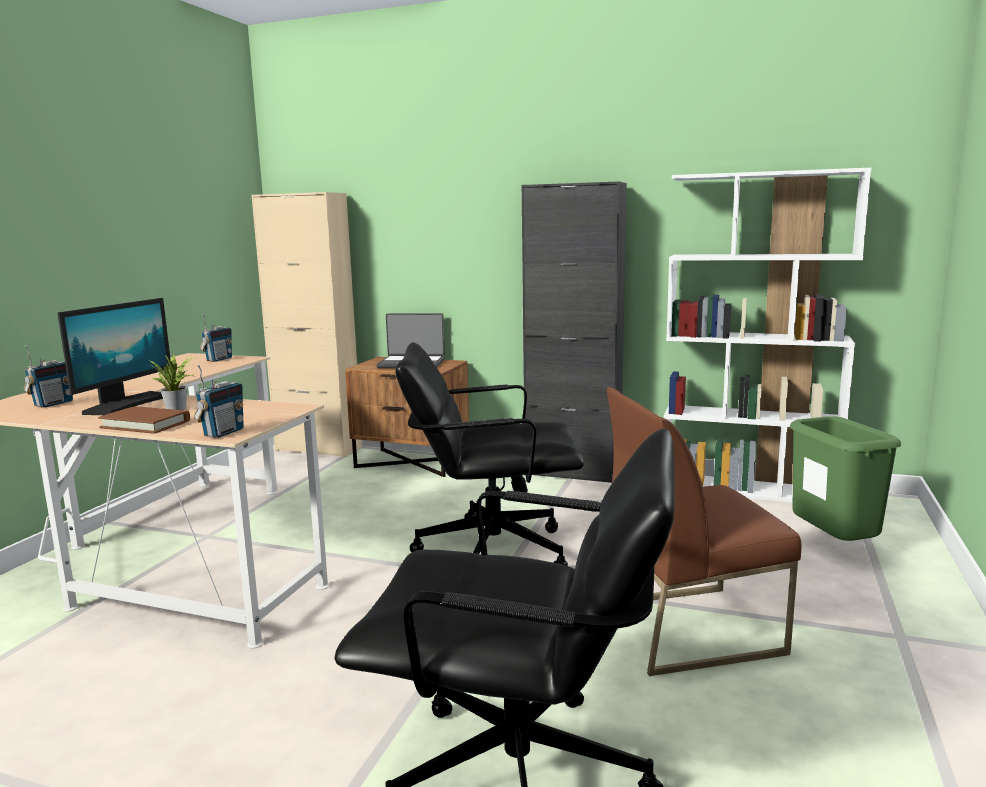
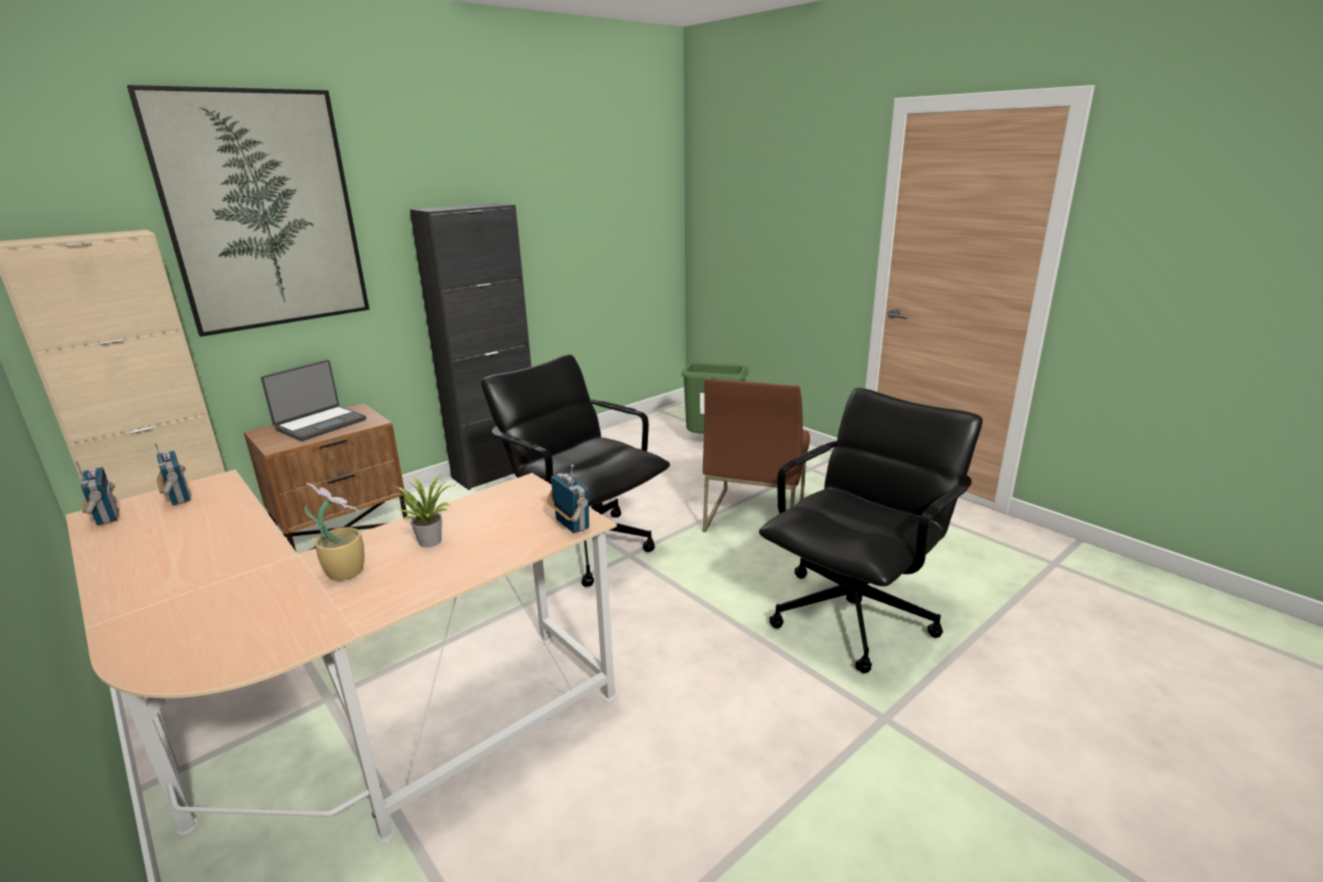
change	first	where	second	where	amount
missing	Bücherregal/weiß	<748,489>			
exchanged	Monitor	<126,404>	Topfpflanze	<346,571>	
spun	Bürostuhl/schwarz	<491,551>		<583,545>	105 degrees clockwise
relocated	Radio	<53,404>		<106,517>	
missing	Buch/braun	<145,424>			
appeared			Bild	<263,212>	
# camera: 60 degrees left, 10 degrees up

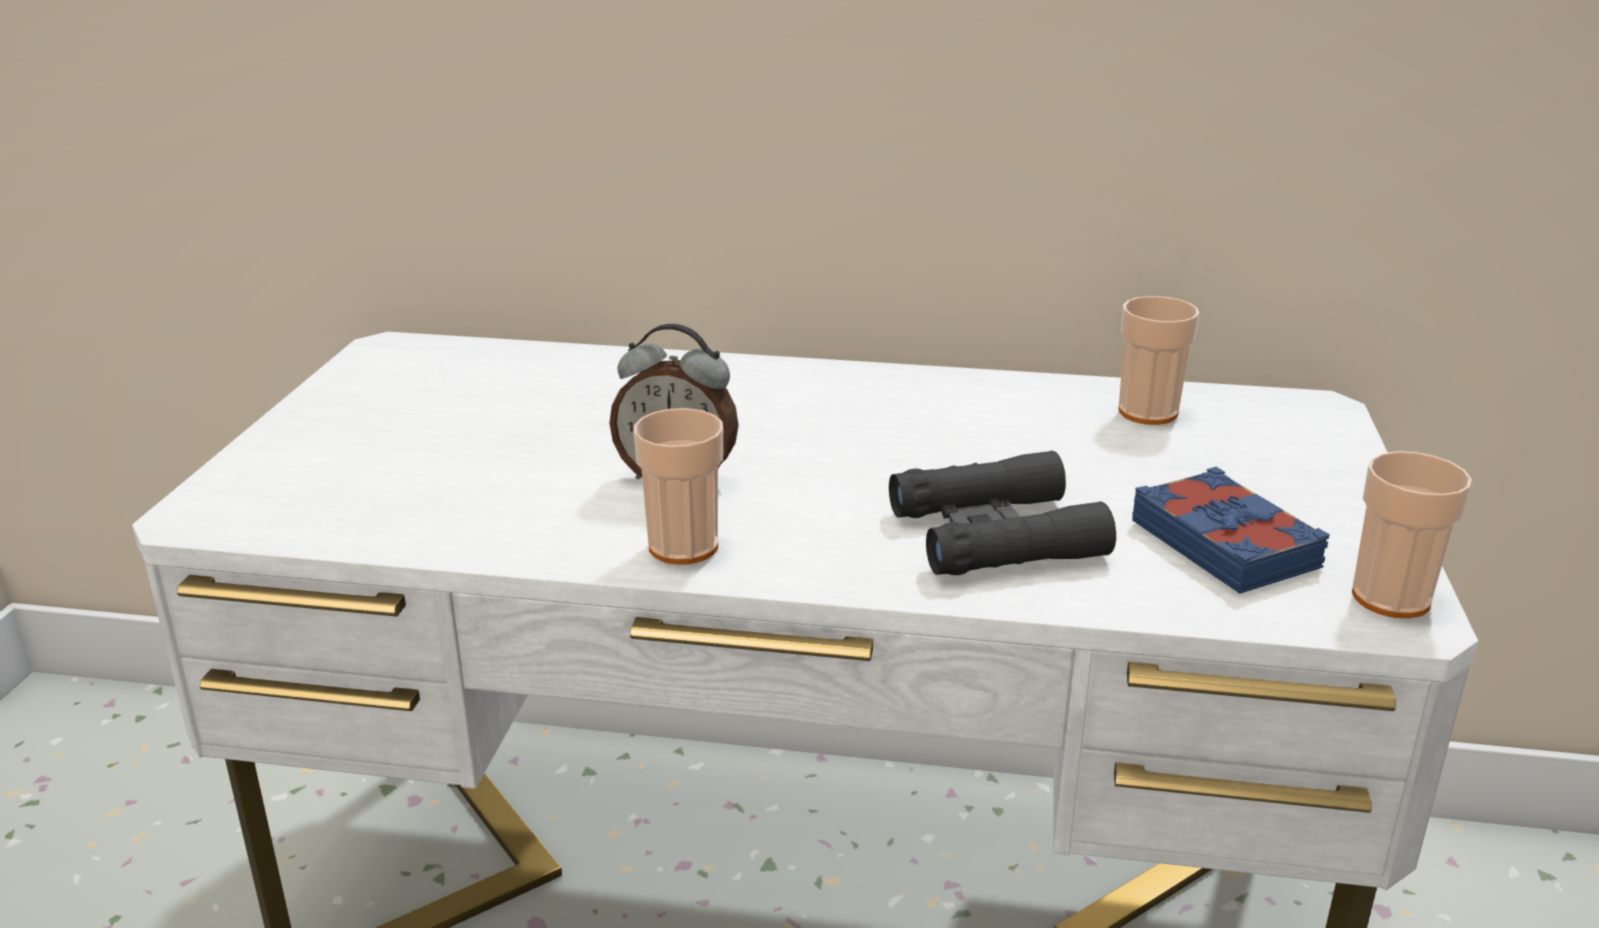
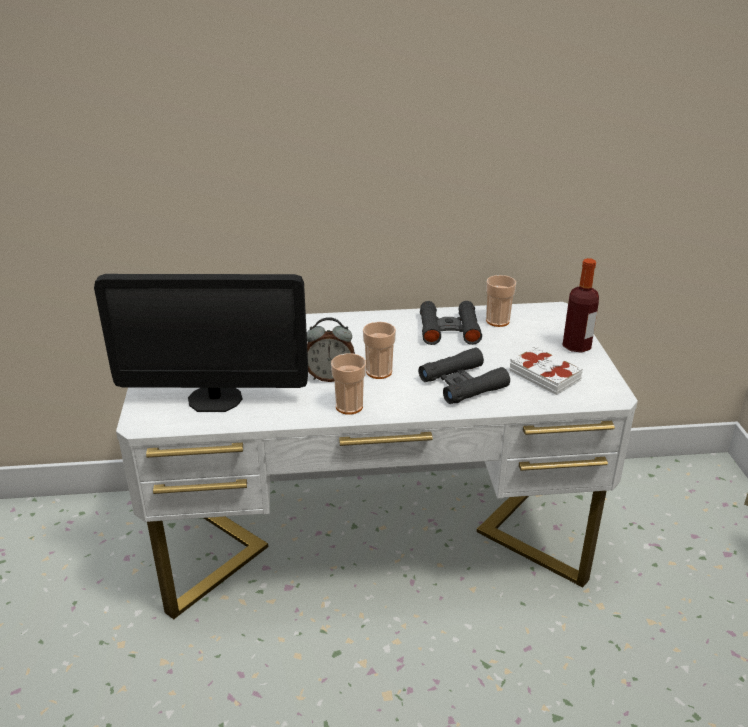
change	first	where	second	where	amount
relocated	Tasse	<1391,598>		<379,372>	
colour	Buch/blau	<1226,543>	Buch/weiß	<545,375>	
appeared			Flasche	<576,346>	
appeared			Monitor	<215,399>	
appeared			Fernglas/schwarz	<449,329>	
# camera: 15 degrees left, 5 degrees up

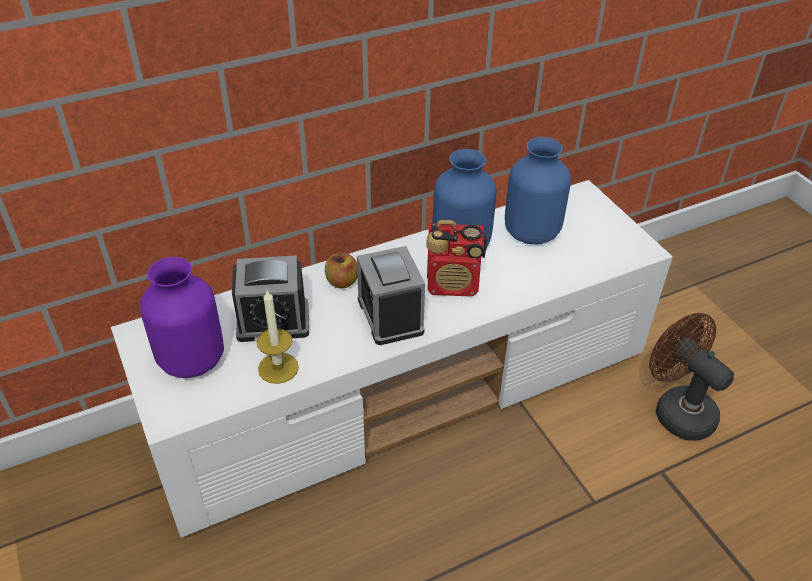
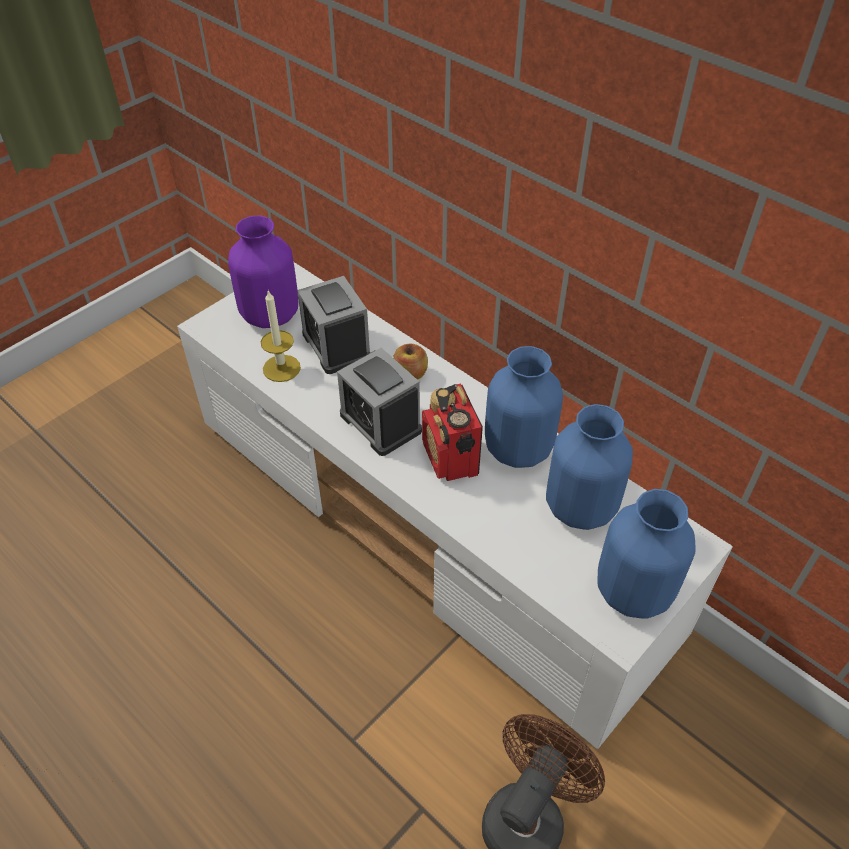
change	first	where	second	where	amount
spun	Wecker	<390,316>		<380,422>	90 degrees counterclockwise
appeared			Vase/blau	<634,591>	
# camera: 70 degrees right, 5 degrees up

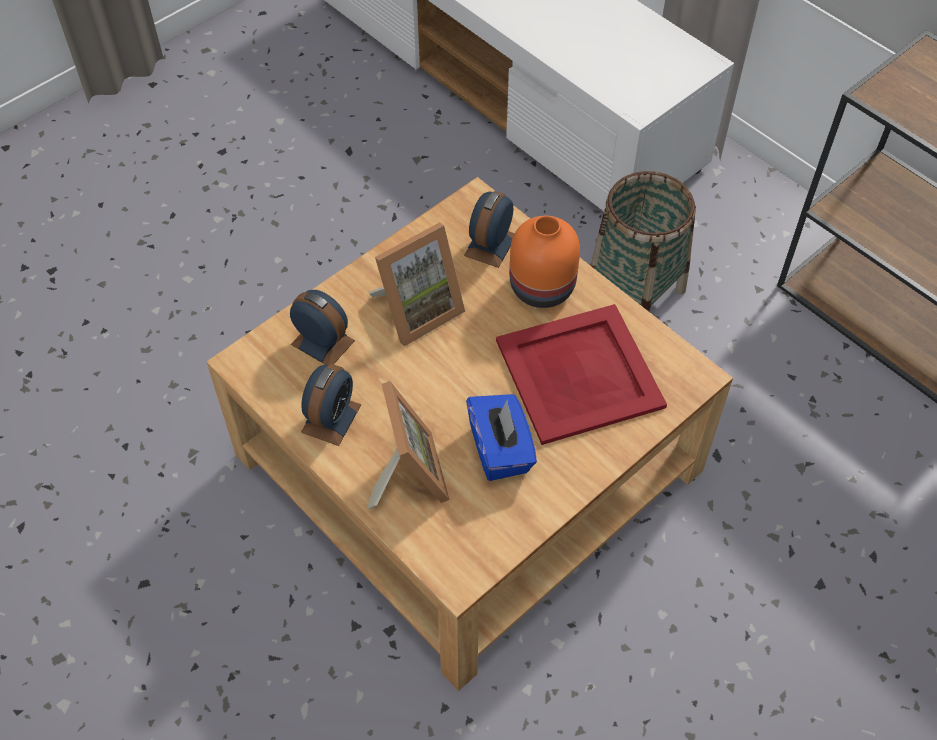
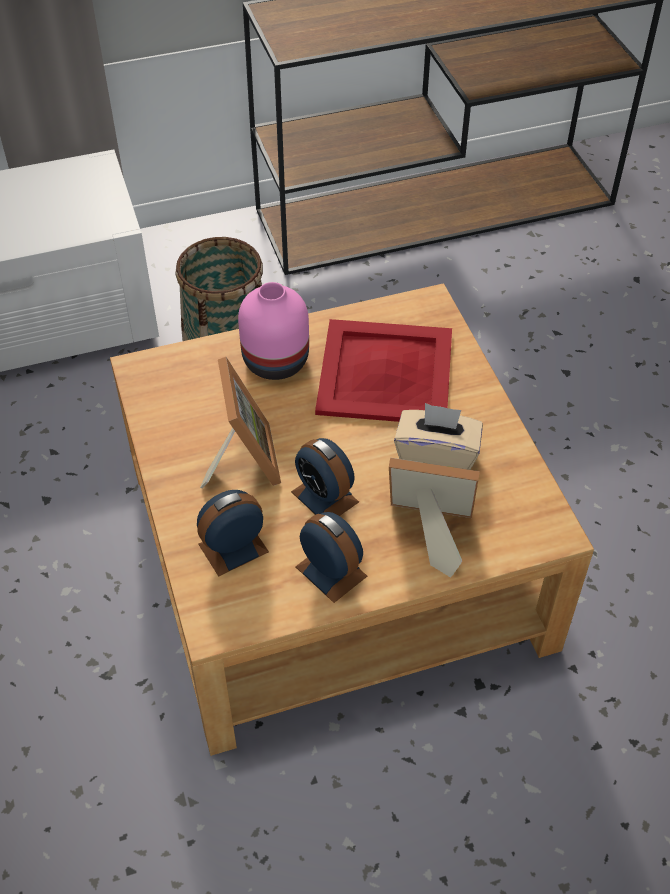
change	first	where	second	where	amount
relocated	Wecker	<490,245>		<325,497>	
colour	Vase/orange	<541,289>	Vase/rosa	<277,362>	
colour	Taschentuchbox/blau	<500,450>	Taschentuchbox/beige	<436,455>	
# camera: 65 degrees left, 5 degrees down

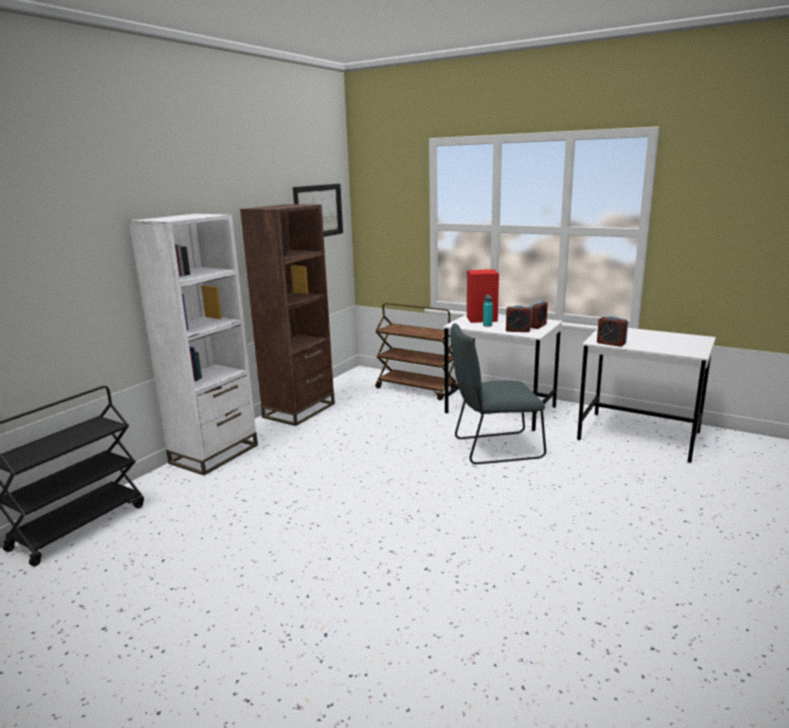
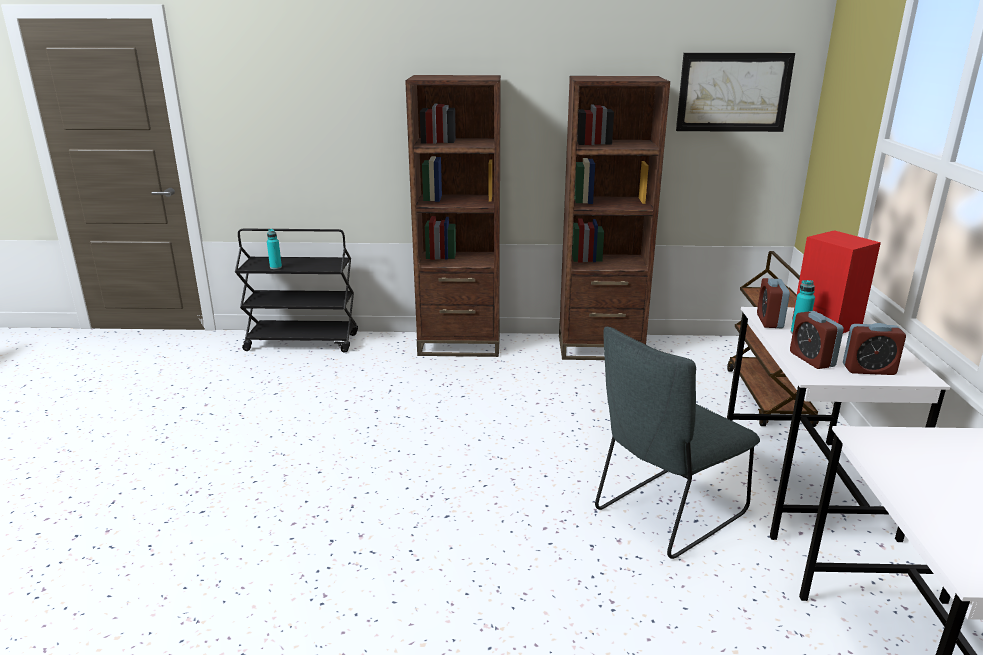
change	first	where	second	where	amount
colour	Bücherregal/weiß	<214,454>	Bücherregal/braun	<459,344>	
relocated	Wecker	<611,343>		<769,321>	
spun	Stuhl/grau	<493,448>		<665,514>	90 degrees counterclockwise
appeared			Flasche/türkis	<275,267>	
# camera: 60 degrees right, 5 degrees up

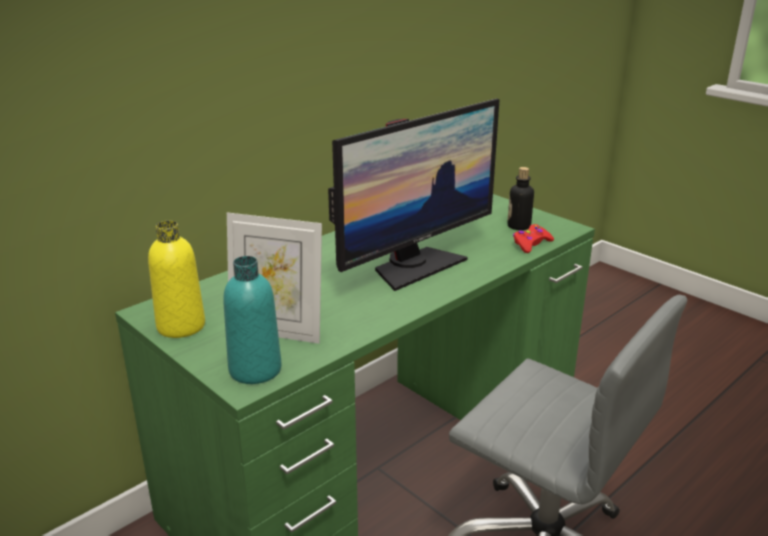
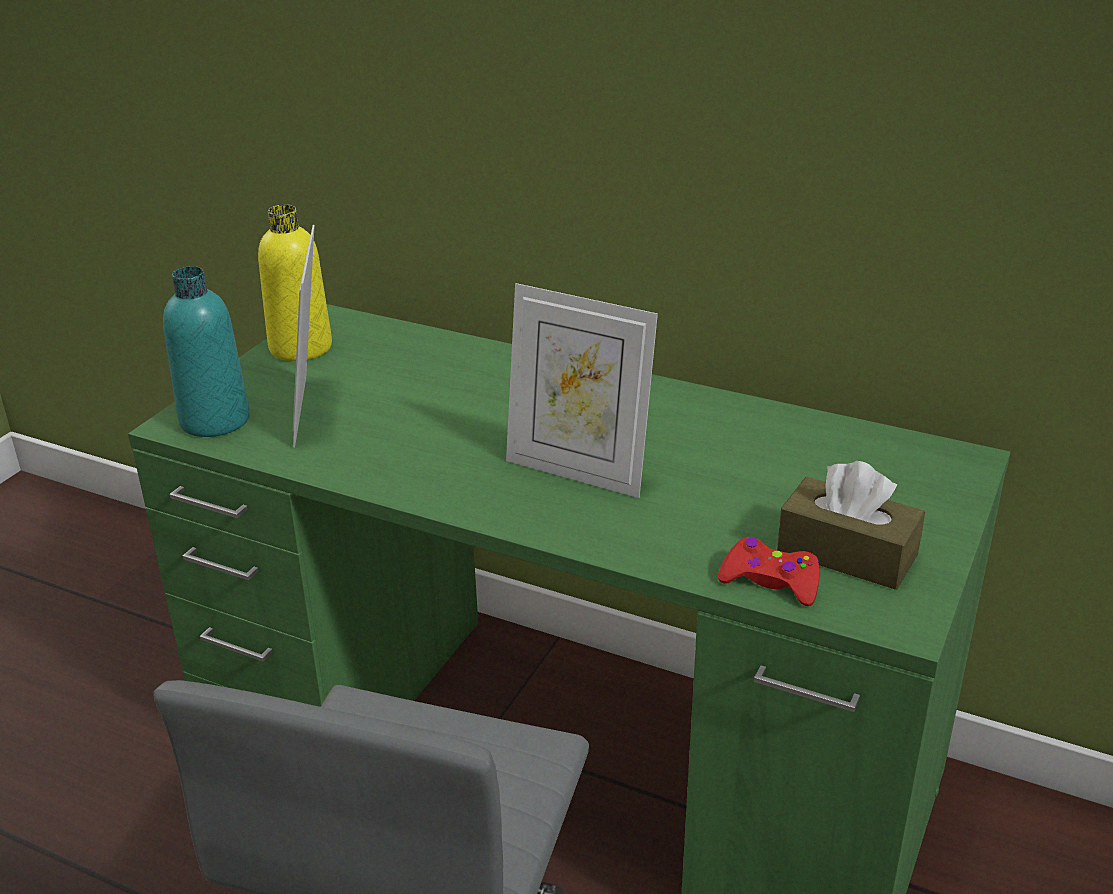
change	first	where	second	where	amount
exchanged	Monitor	<414,266>	Bilderrahmen	<578,471>	
exchanged	Flasche	<518,226>	Taschentuchbox/braun	<847,553>	
# camera: 70 degrees right, 5 degrees up

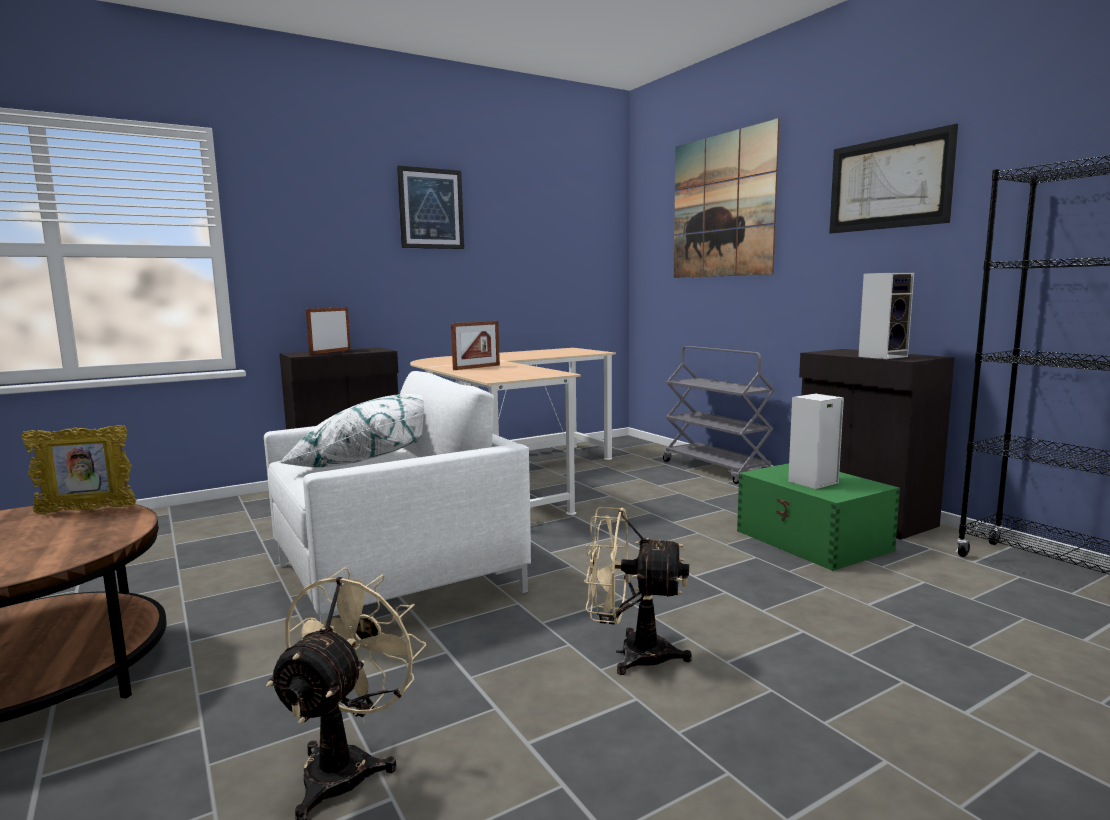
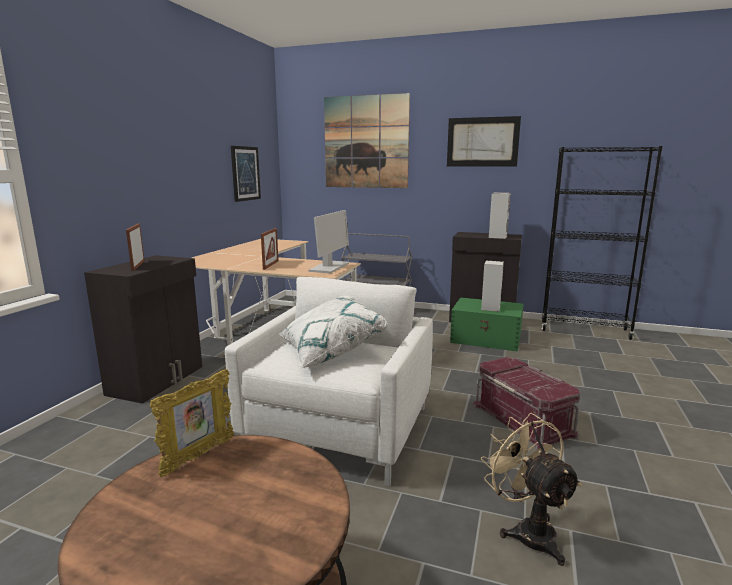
change	first	where	second	where	amount
relocated	Bild	<431,209>		<245,173>	
exchanged	Ventilator/beige	<631,654>	Aufbewahrungsbox/rot	<523,419>	
appeared			Monitor	<329,267>	
# camera: 40 degrees left, 5 degrees up

